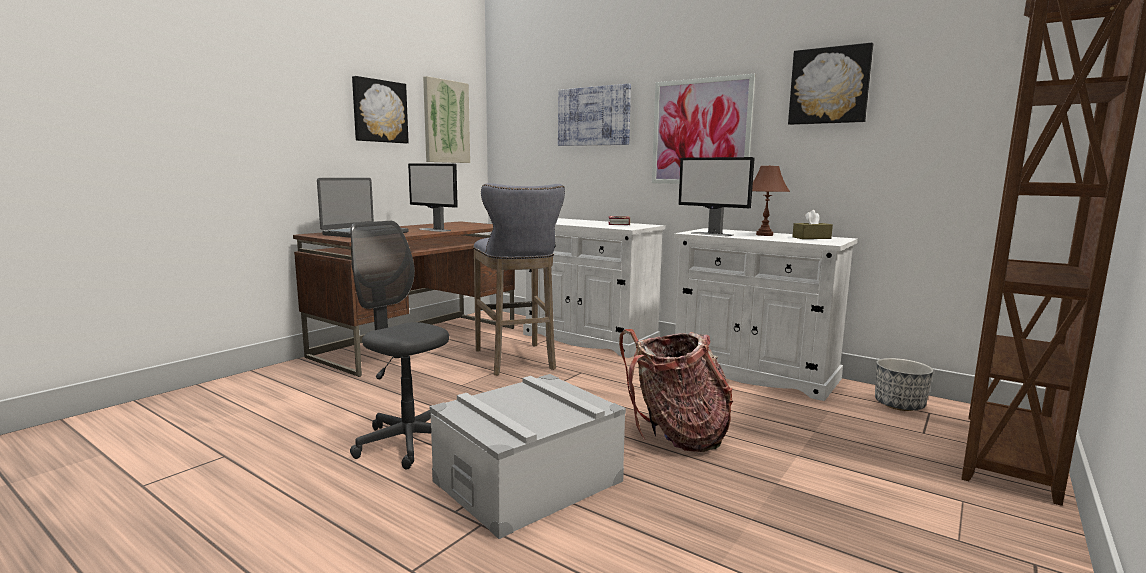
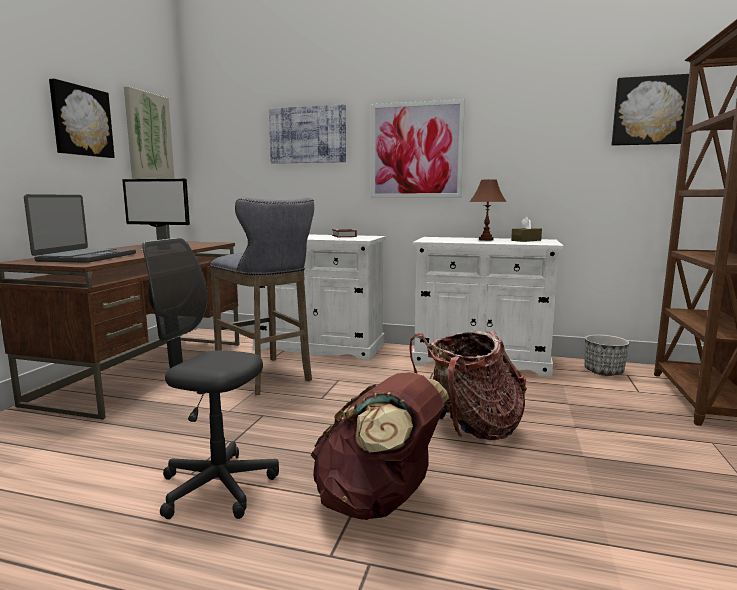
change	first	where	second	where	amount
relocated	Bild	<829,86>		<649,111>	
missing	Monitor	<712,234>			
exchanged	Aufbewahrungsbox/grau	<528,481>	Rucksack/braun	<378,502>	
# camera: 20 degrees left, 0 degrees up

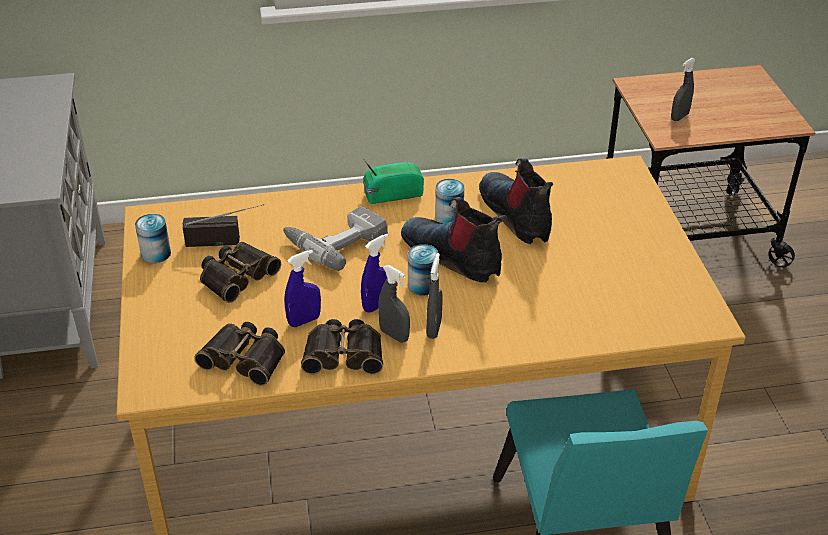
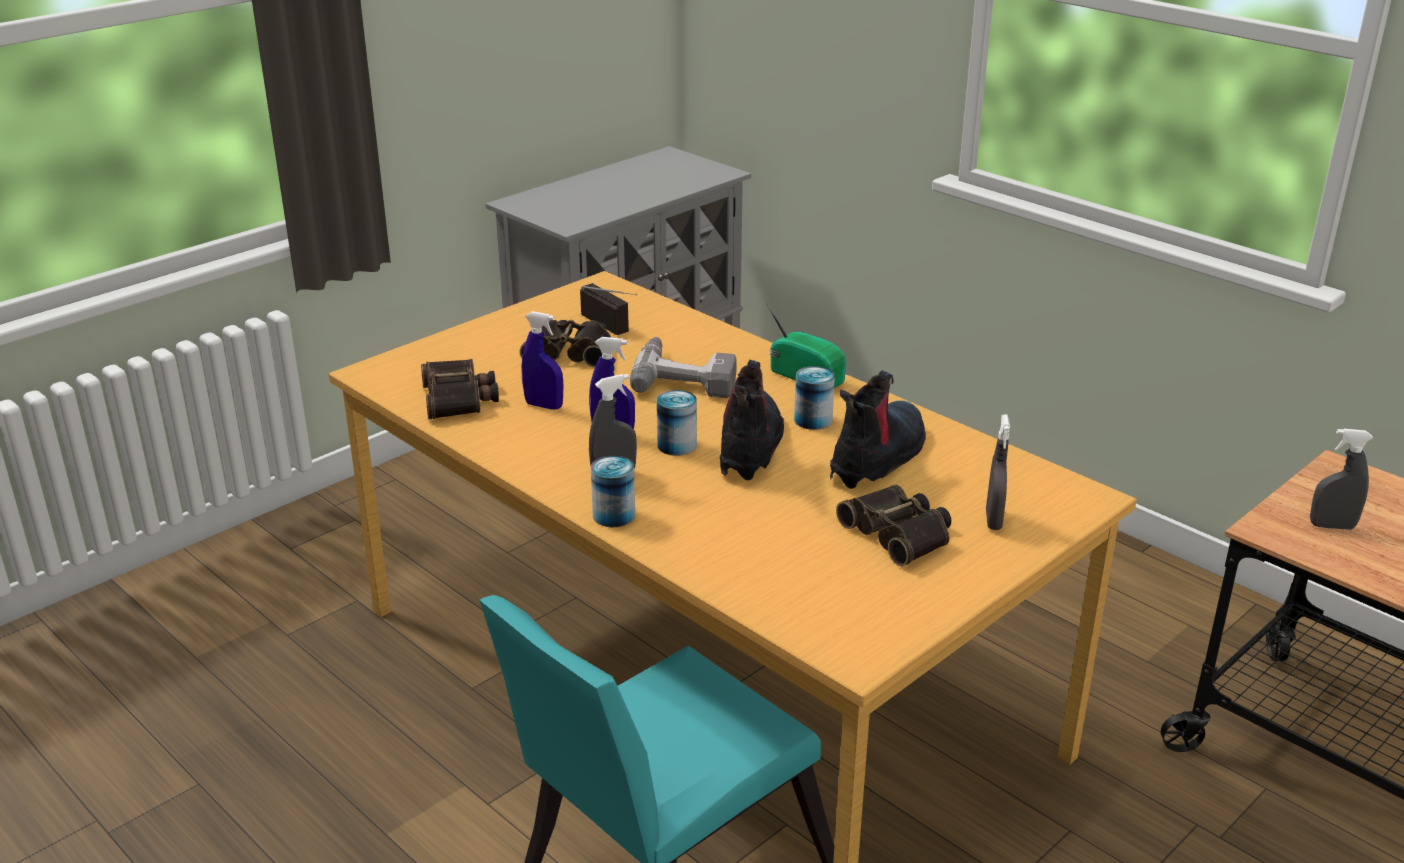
change	first	where	second	where	amount
relocated	Dose	<156,253>		<614,515>	
relocated	Sprühflasche/grau	<394,335>		<993,520>	
relocated	Fernglas	<344,353>		<900,533>	
# camera: 55 degrees right, 10 degrees down

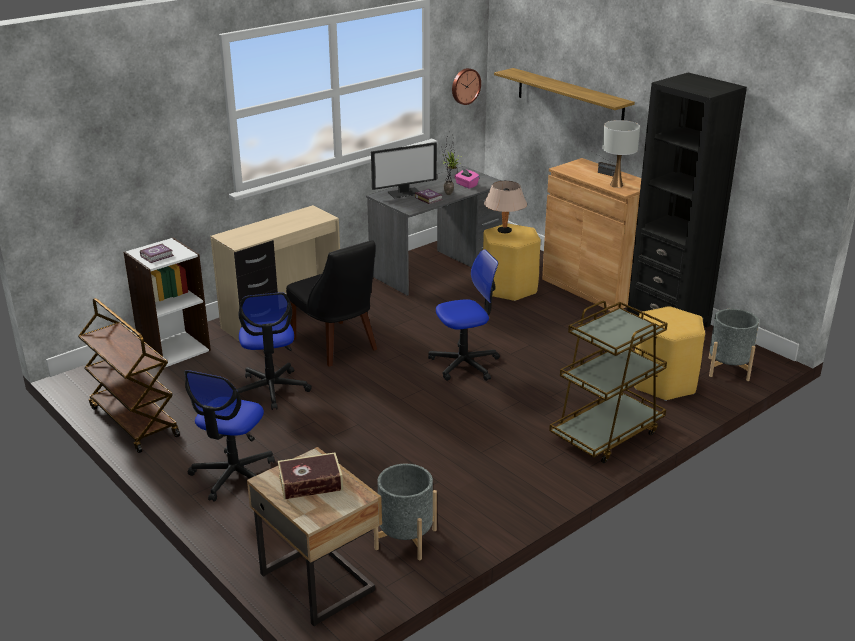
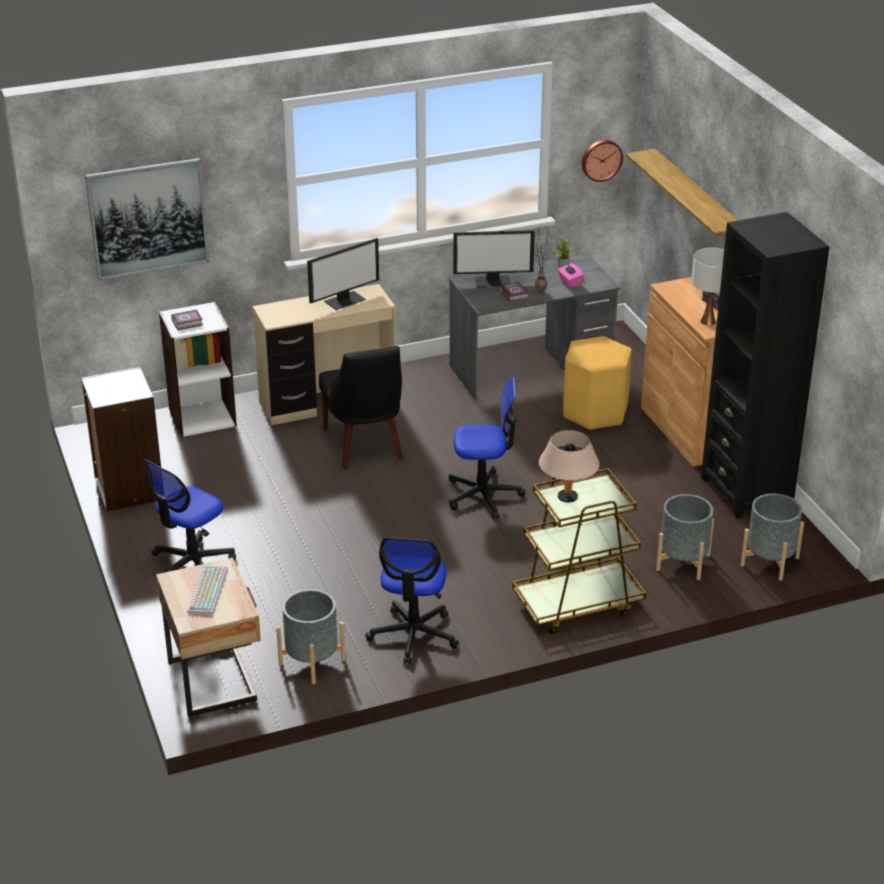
change	first	where	second	where	amount
relocated	Tischlampe/beige	<504,231>		<567,497>	
relocated	Bürostuhl	<271,389>		<413,635>	
exchanged	Rollwagen/braun	<133,421>	Bücherregal/weiß	<128,489>	
exchanged	Hocker/gelb	<664,383>	Pflanzkübel/grau	<683,562>	
exchanged	Buch	<310,483>	Tastatur	<206,589>	
appeared			Bild	<148,218>	
appeared			Monitor	<344,300>	
# camera: 20 degrees right, 5 degrees up

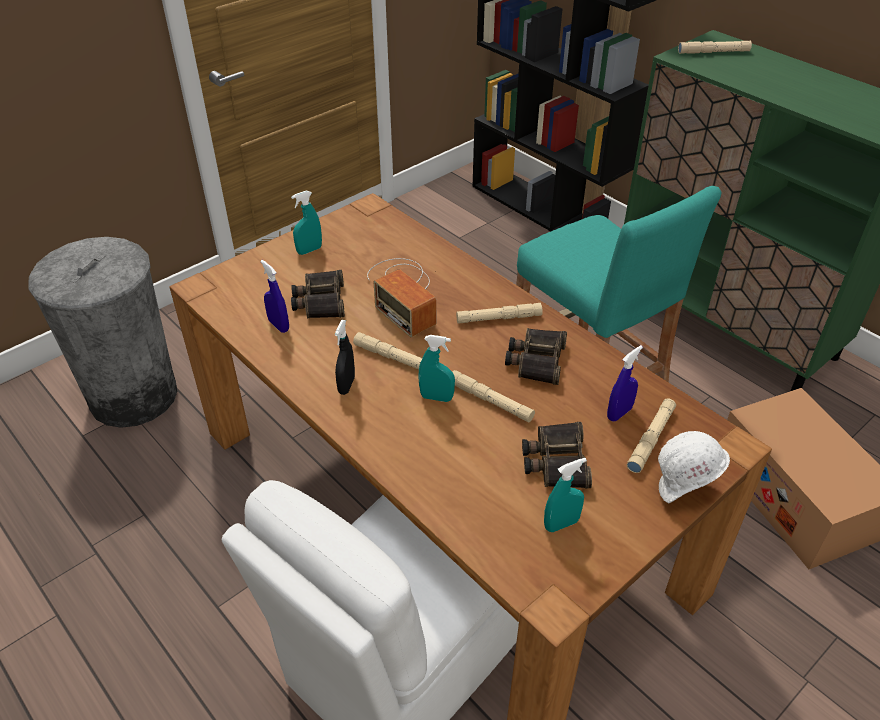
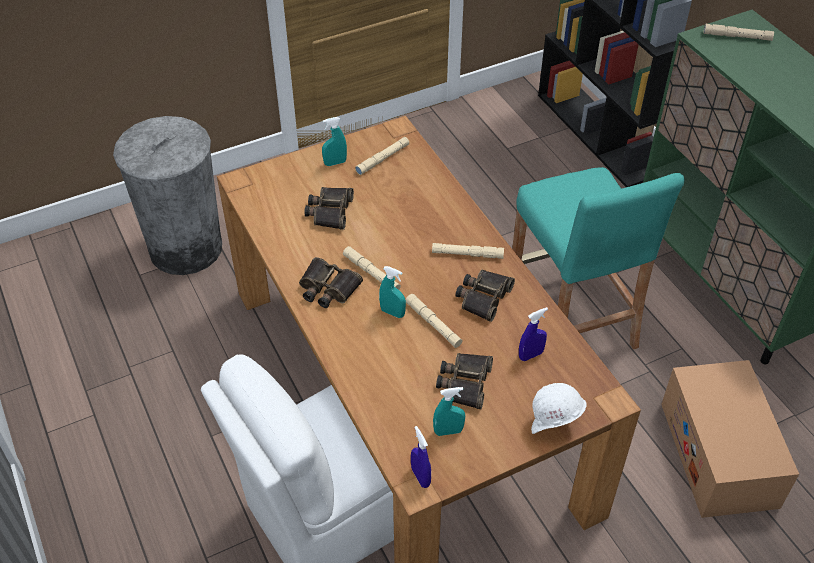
change	first	where	second	where	amount
missing	Radio	<404,293>			
relocated	Sprühflasche/blau	<278,325>		<420,477>	
exchanged	Sprühflasche/schwarz	<346,385>	Fernglas	<327,288>	
relocated	Taschenlampe/beige	<651,439>		<382,159>	
# camera: 15 degrees right, 5 degrees up

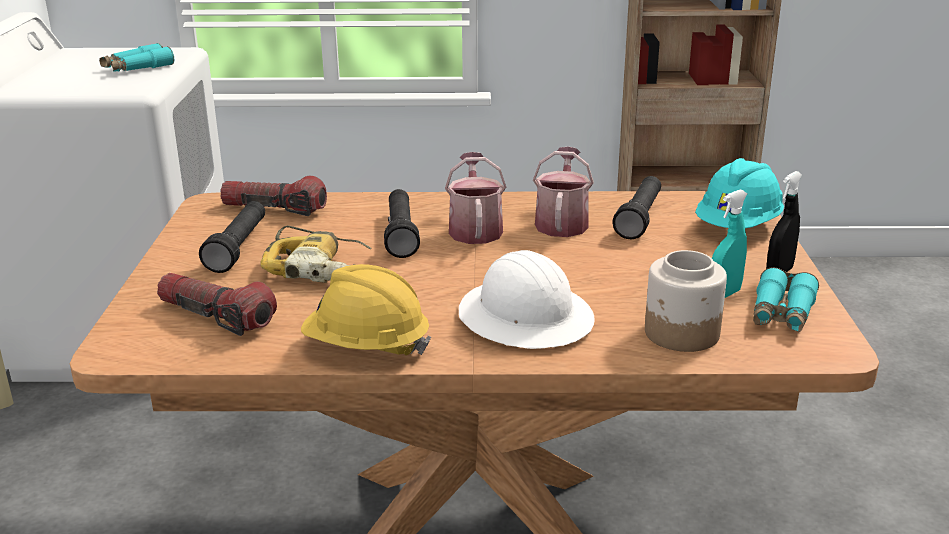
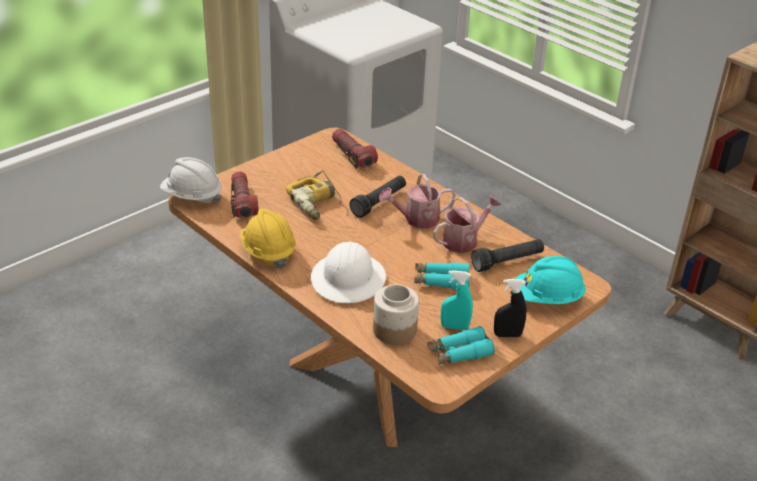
change	first	where	second	where	amount
relocated	Fernglas/türkis	<137,68>		<441,281>	
spun	Gießkanne	<475,229>		<416,219>	150 degrees counterclockwise
missing	Taschenlampe/schwarz	<238,248>			
appeared			Schutzhelm/weiß	<192,197>	
# camera: 45 degrees right, 10 degrees up

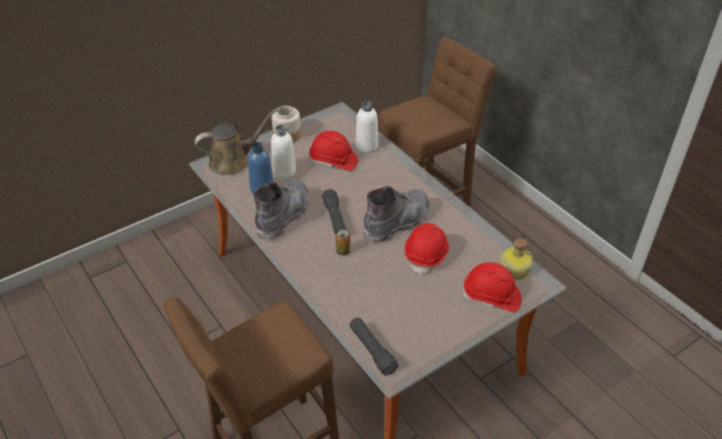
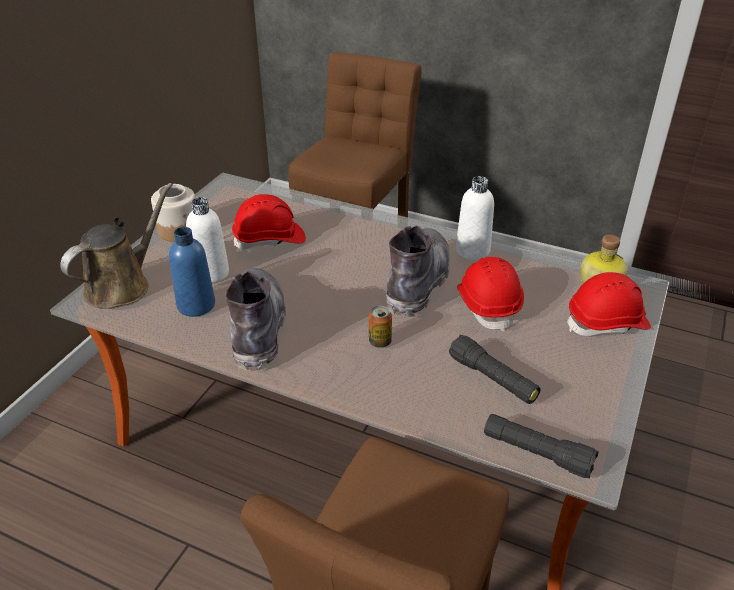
change	first	where	second	where	amount
relocated	Flasche/weiß	<366,146>		<472,250>	
relocated	Taschenlampe/schwarz	<334,218>		<492,379>	
# camera: 30 degrees left, 5 degrees down

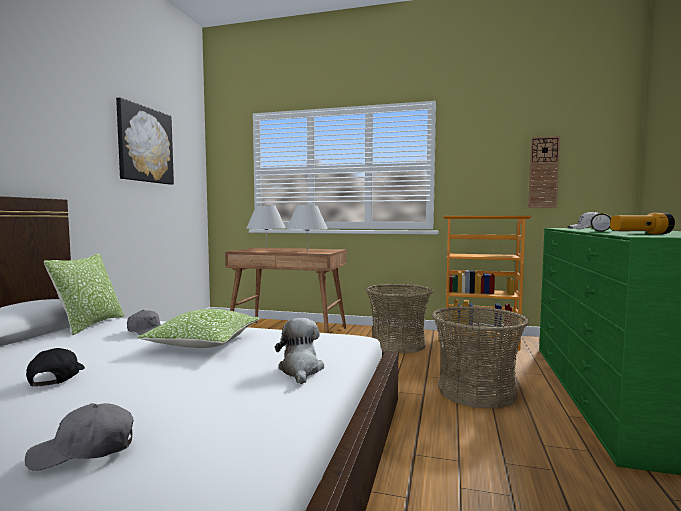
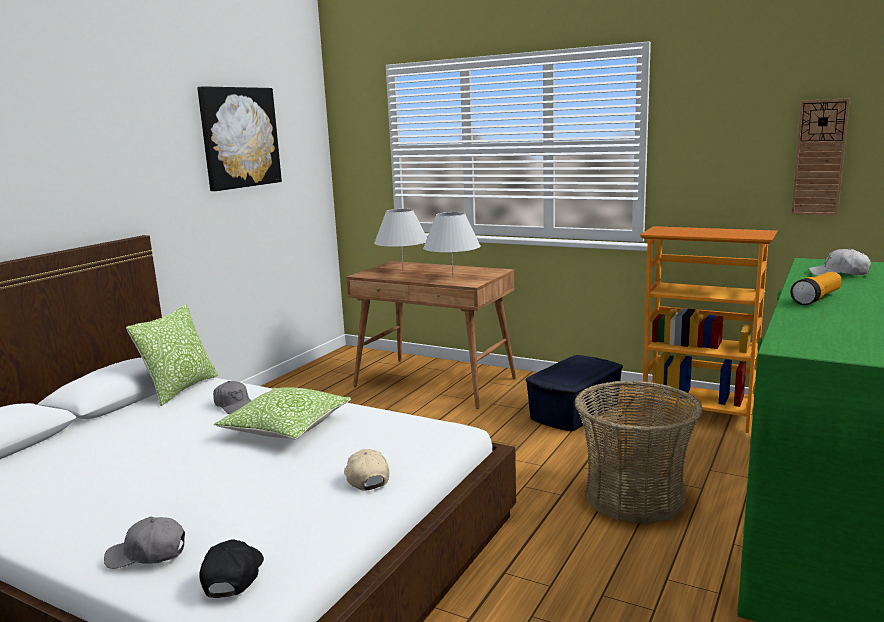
change	first	where	second	where	amount
missing	Taschenlampe	<640,234>			
exchanged	Korb	<398,344>	Aufbewahrungsbox/blau	<574,411>	
exchanged	Plüschtier	<300,370>	Kappe/beige	<366,478>	
relocated	Kappe/schwarz	<56,377>		<233,576>	
# camera: 15 degrees right, 10 degrees up

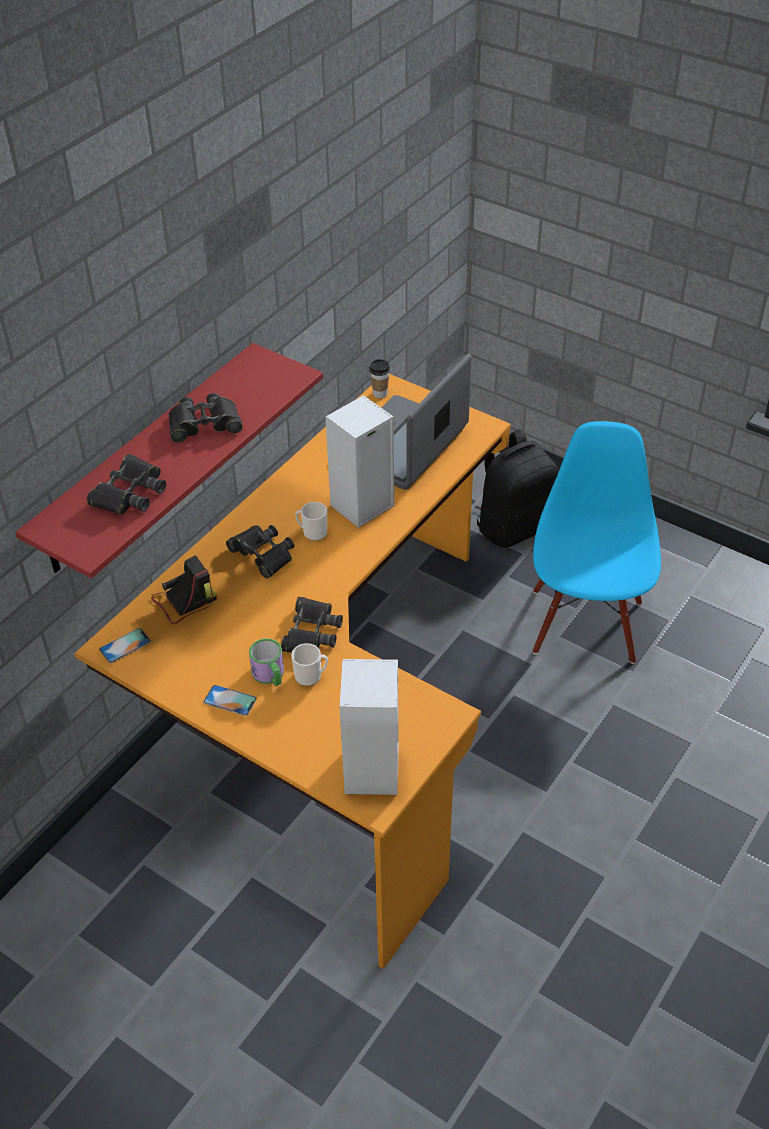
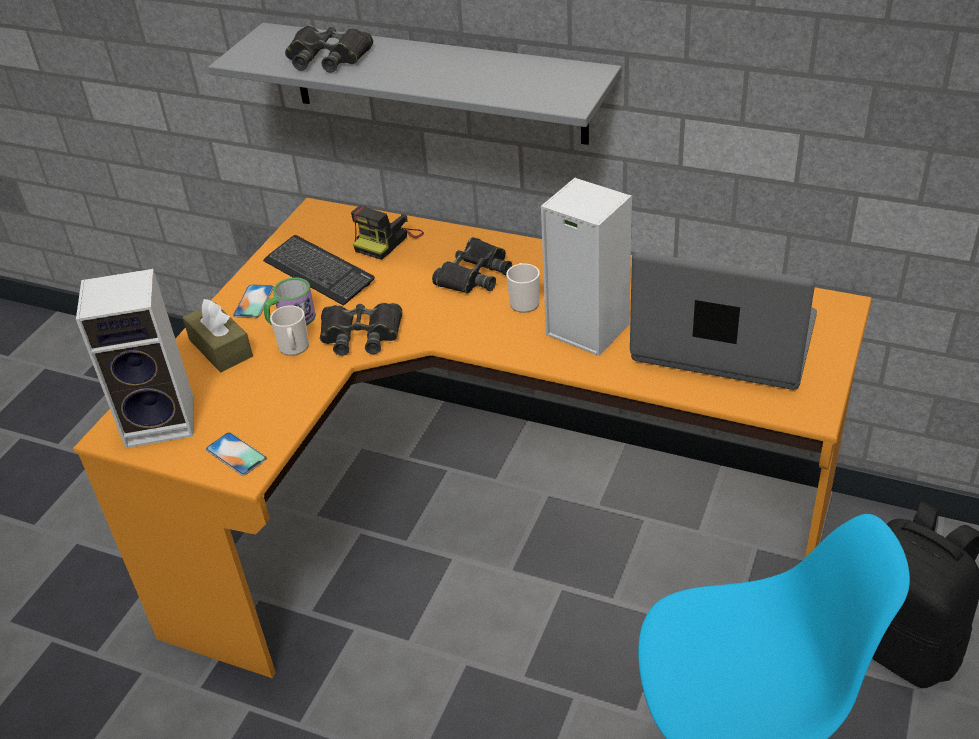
change	first	where	second	where	amount
colour	Wandregal/rot	<148,459>	Wandregal/grau	<436,83>	
missing	Tasse	<380,393>			
missing	Fernglas/schwarz	<204,424>			
spun	Kamera	<184,602>		<387,241>	75 degrees clockwise
relocated	Handy	<125,645>		<236,454>	
appeared			Tastatur	<319,272>	
appeared			Taschentuchbox/braun	<220,348>	
# camera: 80 degrees right, 5 degrees down

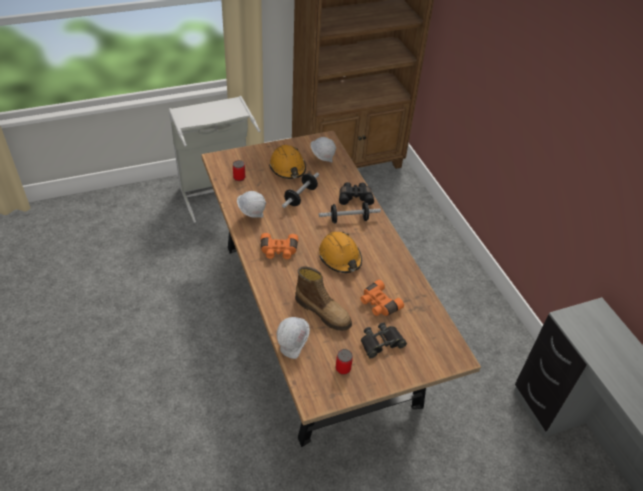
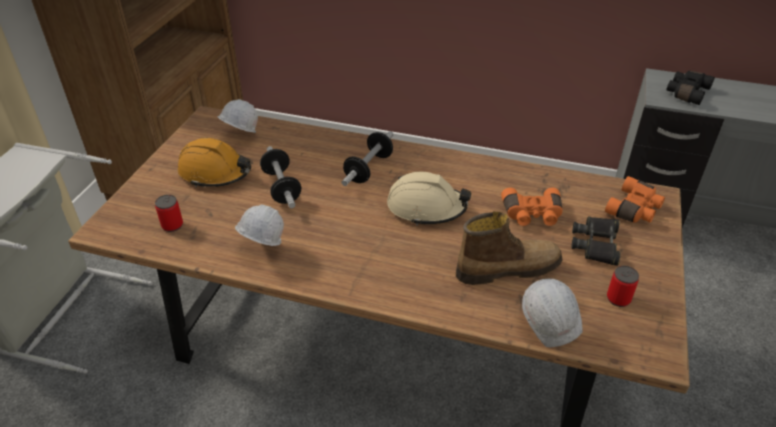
change	first	where	second	where	amount
relocated	Fernglas/schwarz	<355,197>		<686,93>	
colour	Schutzhelm/orange	<340,257>	Schutzhelm/beige	<426,207>	
relocated	Fernglas/orange	<278,251>		<634,209>	
# camera: 50 degrees left, 5 degrees down

